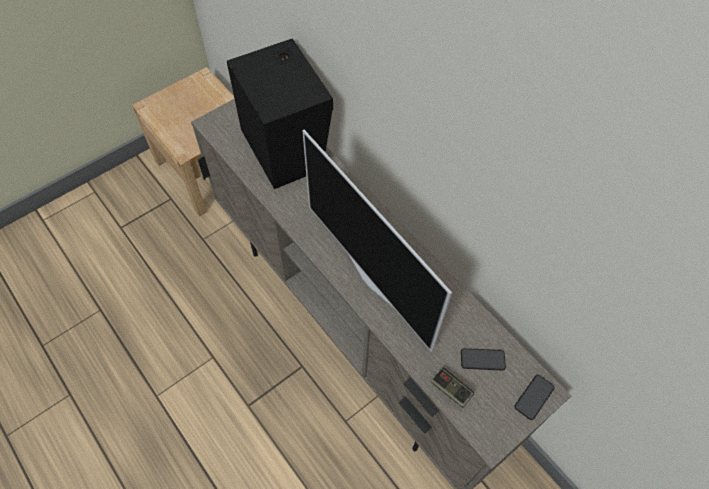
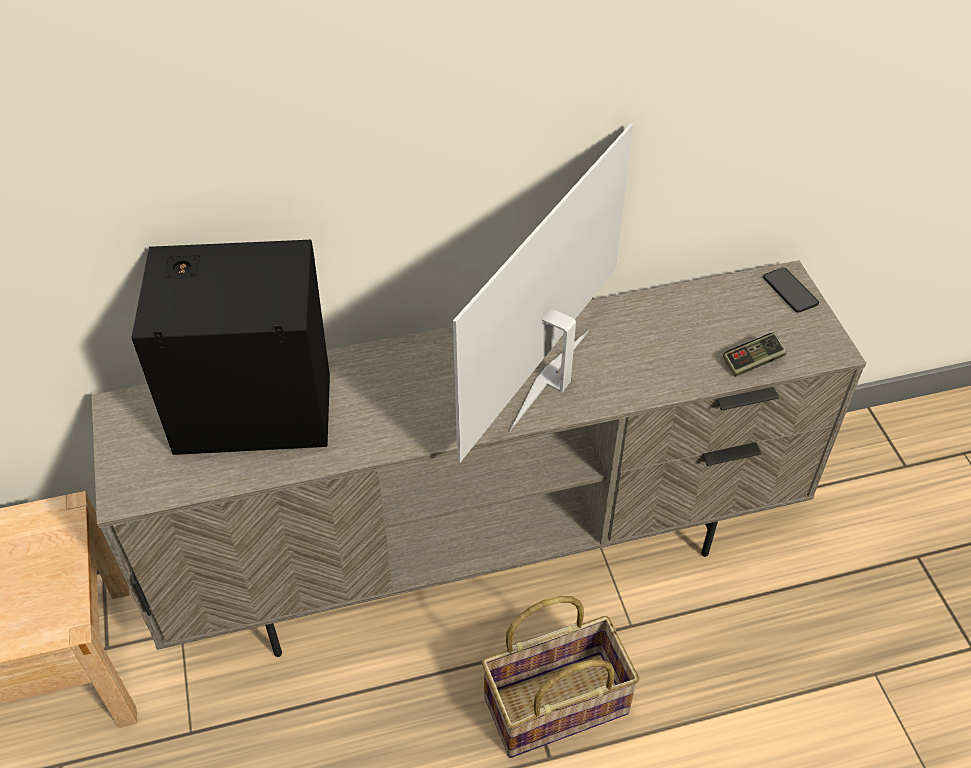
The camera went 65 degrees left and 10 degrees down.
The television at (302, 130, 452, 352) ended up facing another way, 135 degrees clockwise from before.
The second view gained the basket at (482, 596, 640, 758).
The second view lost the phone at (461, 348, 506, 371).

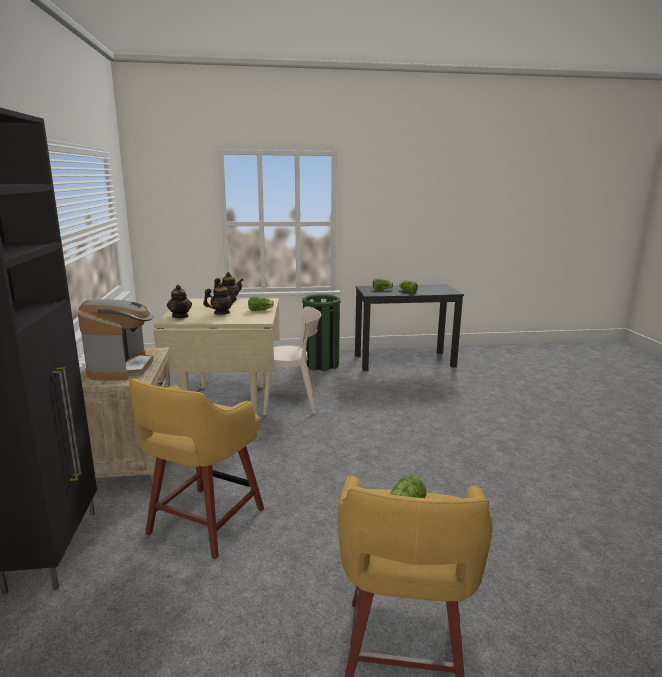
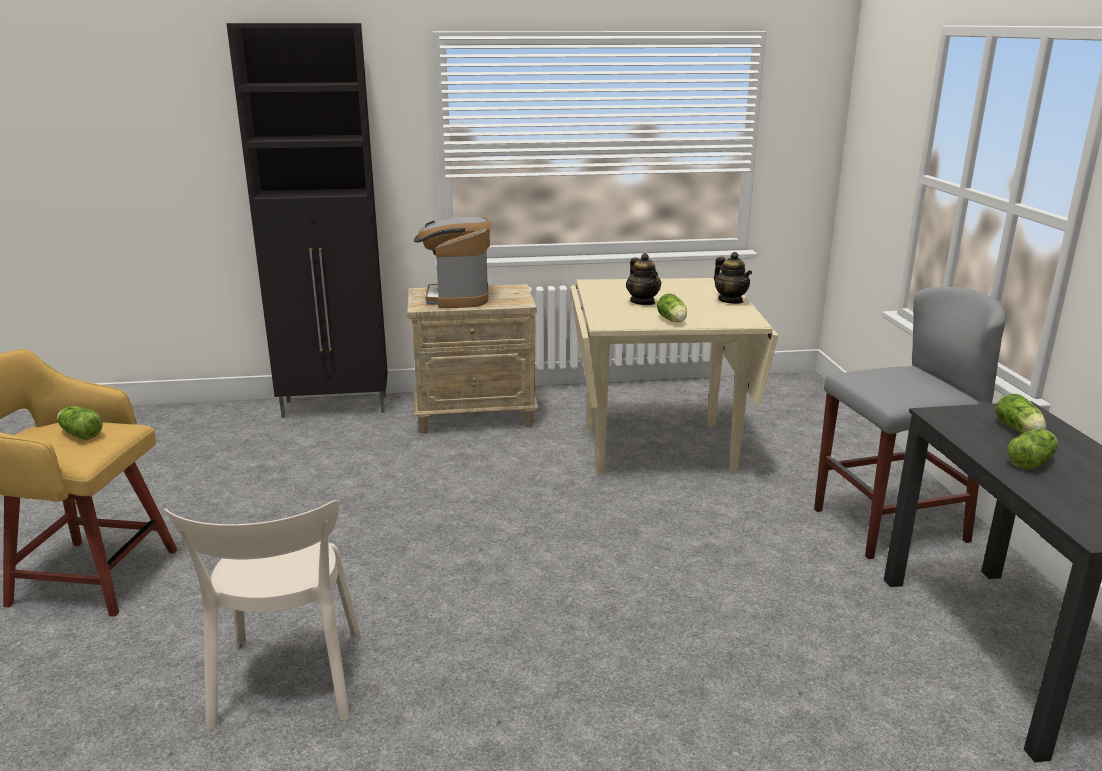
The camera went 90 degrees right and 5 degrees up.
The beige chair ended up elsewhere, having gone from (263, 306, 321, 415) to (164, 500, 362, 730).
The coffee machine at (78, 299, 154, 381) ended up facing another way, 90 degrees clockwise from before.
Where the green trash can stood at (302, 294, 341, 371), the grey stool came to stand at (814, 287, 1006, 559).
The second view lost the yellow stool at (129, 378, 264, 559).
The second view lost the teapot at (167, 285, 192, 318).

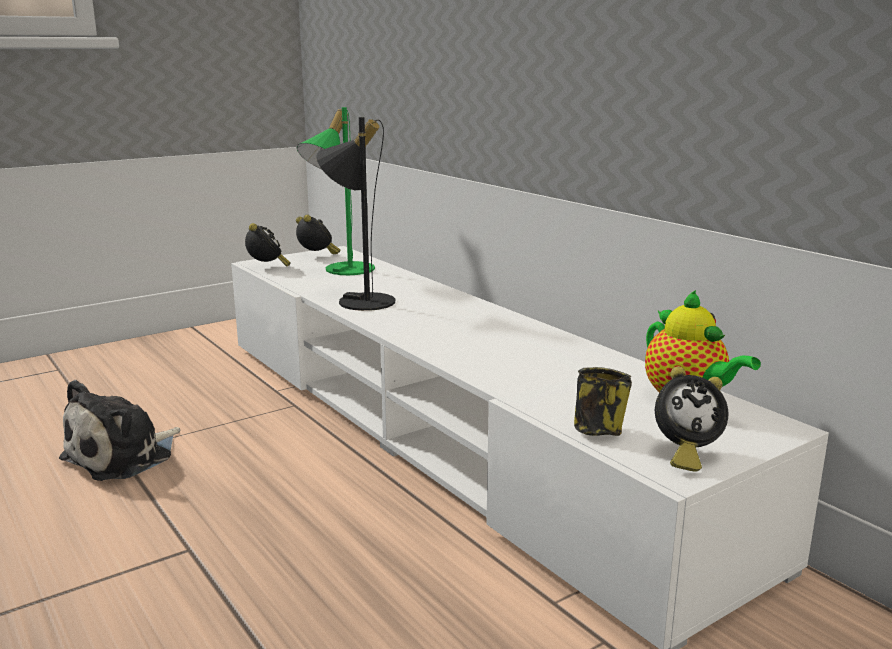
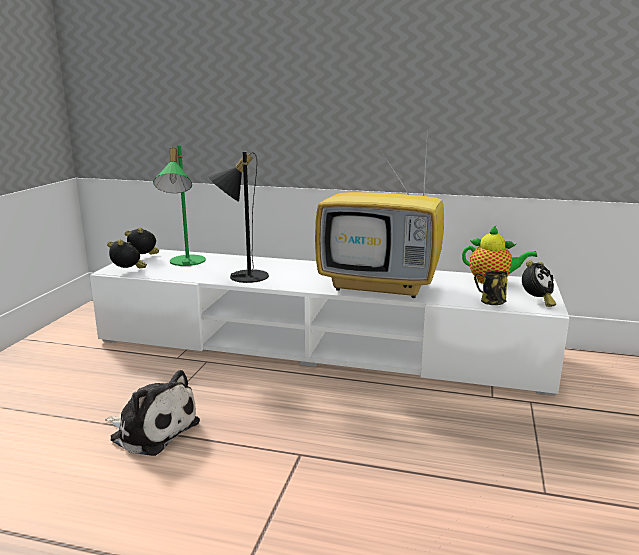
The camera went 40 degrees left and 0 degrees up.
The plush toy at (59, 380, 181, 481) ended up facing another way, 60 degrees counterclockwise from before.
The second view gained the television at (315, 128, 444, 298).

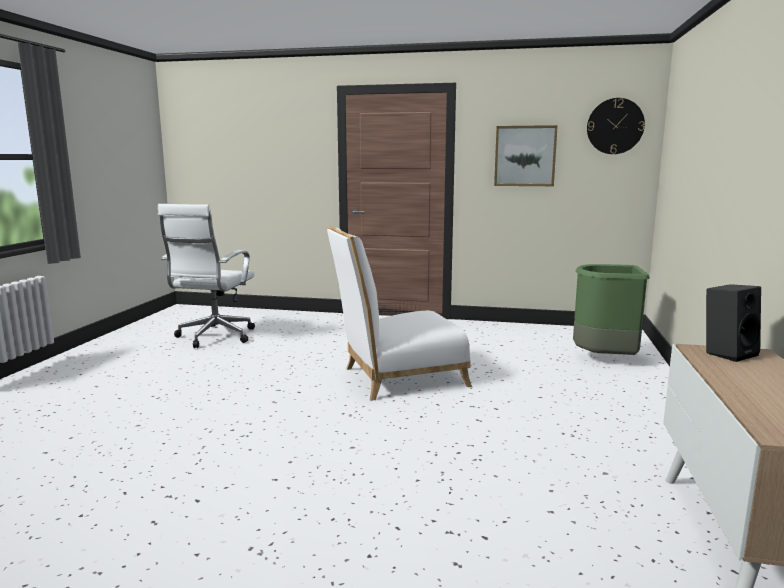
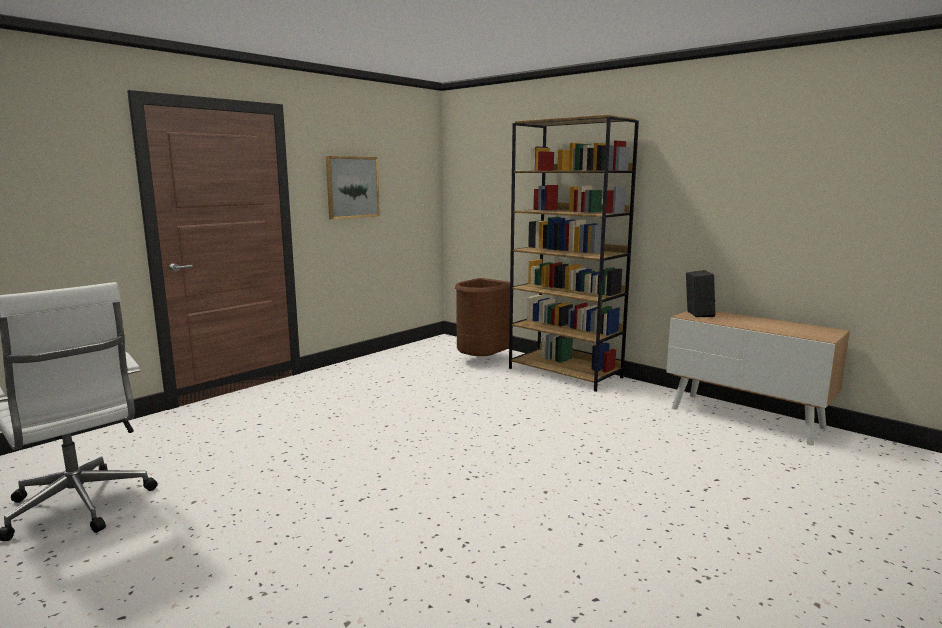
The camera went 60 degrees left and 0 degrees up.
What was the green trash can at (573, 264, 650, 355) turned into the brown trash can at (455, 278, 510, 356).
The second view gained the brown bookcase at (509, 115, 639, 392).
The second view lost the white chair at (327, 226, 472, 401).
The second view lost the wall clock at (587, 98, 645, 154).

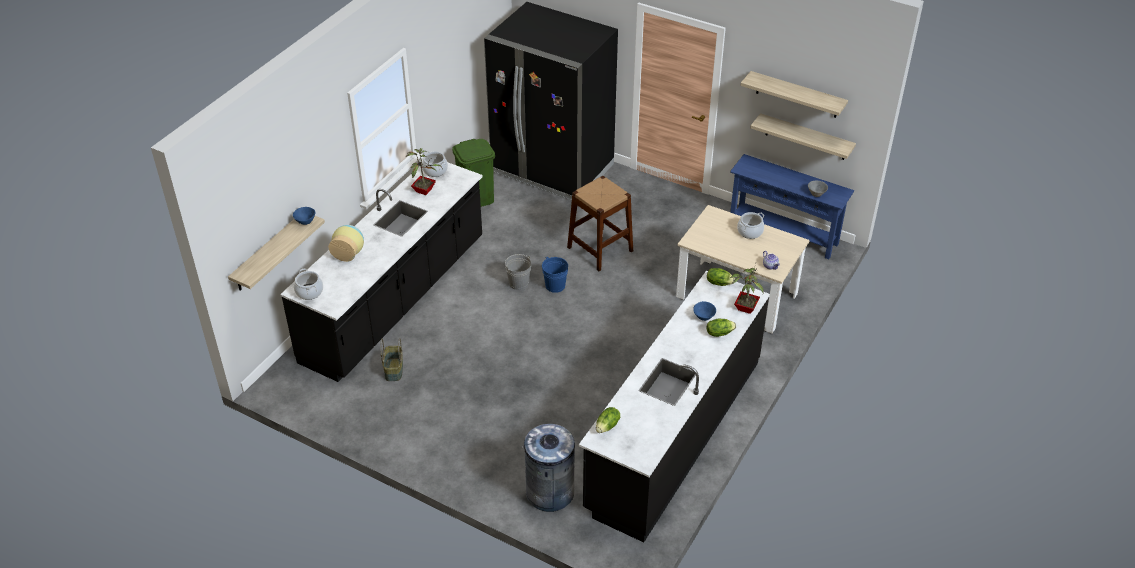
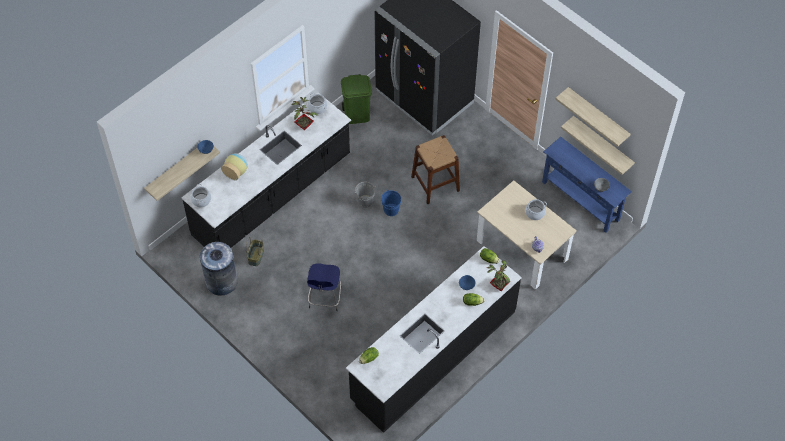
The camera went 15 degrees right and 15 degrees up.
The grey trash can ended up elsewhere, having gone from (522, 424, 575, 512) to (200, 242, 238, 295).
The second view gained the blue stool at (307, 263, 342, 311).

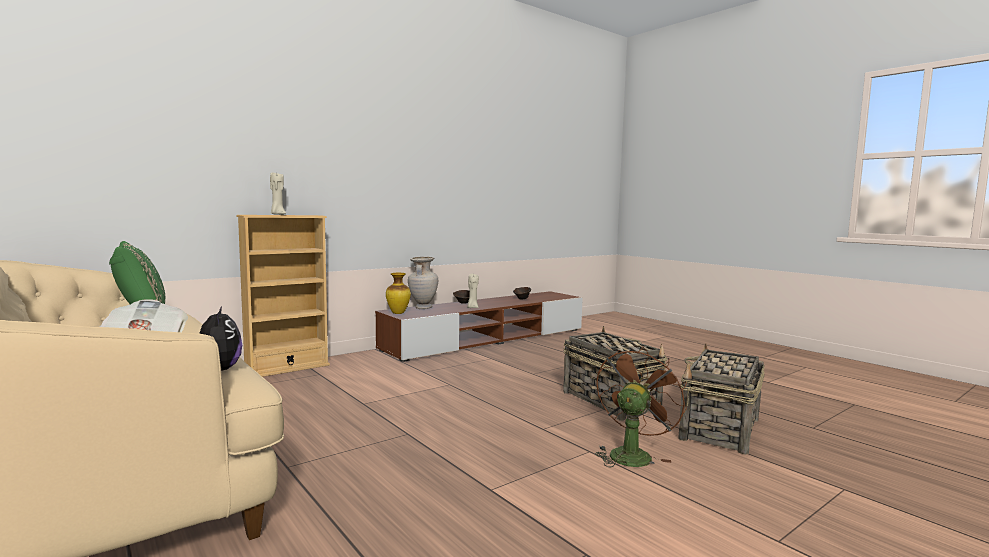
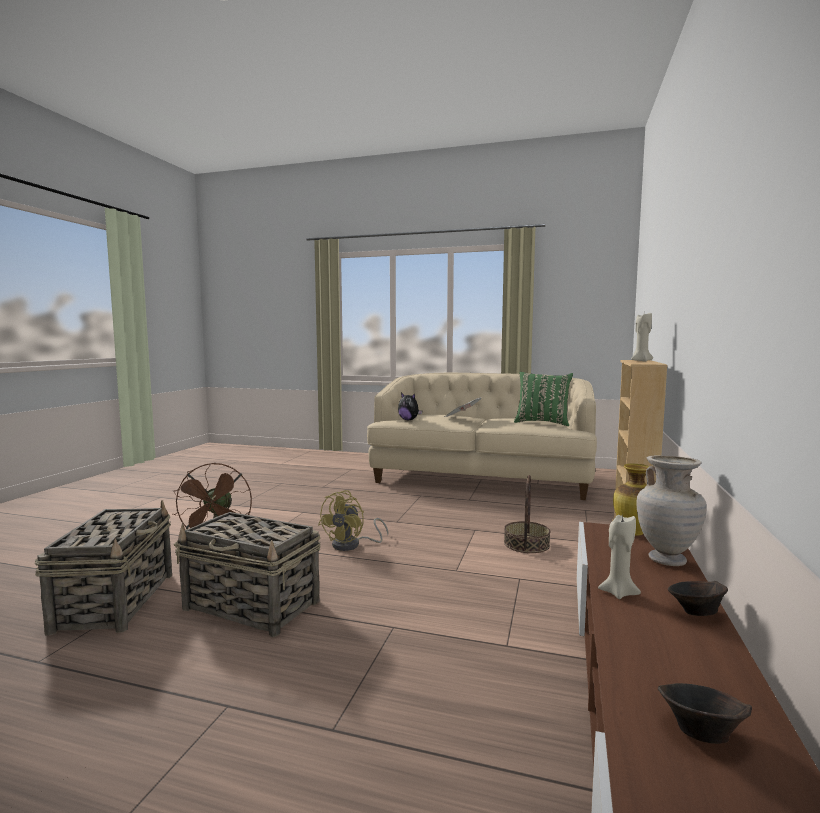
The camera went 145 degrees right and 0 degrees up.
The second view gained the yellow fan at (318, 490, 388, 551).
The second view gained the basket at (504, 475, 551, 553).

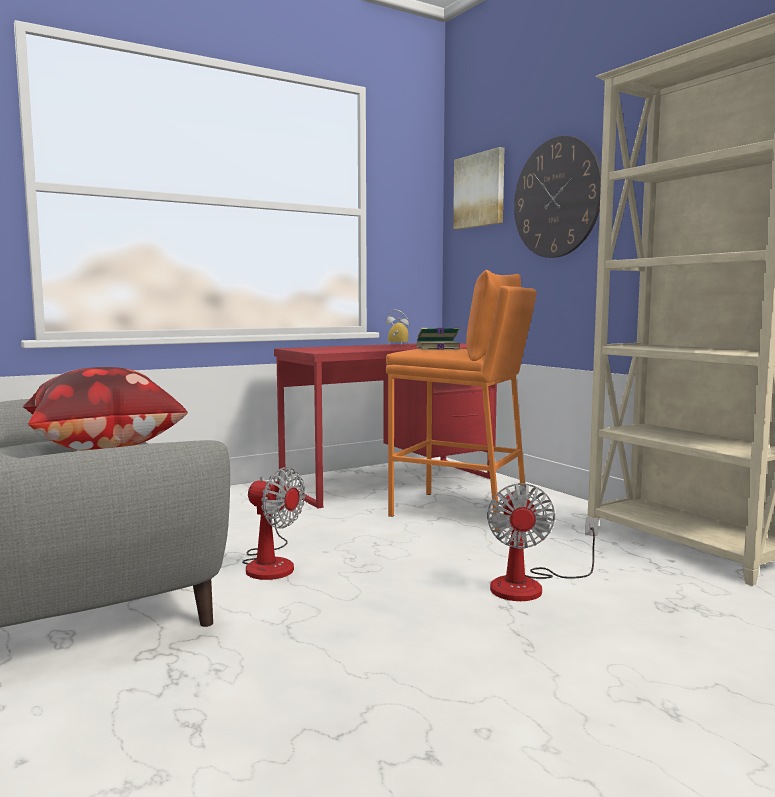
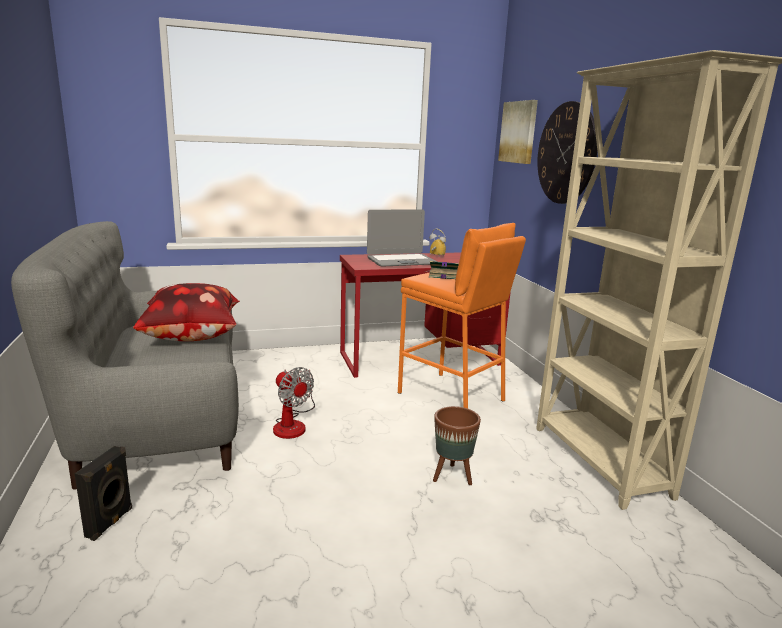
The camera went 15 degrees right and 10 degrees up.
The second view gained the black speaker at (75, 446, 132, 541).
The second view gained the laptop at (367, 210, 437, 266).
Where the fan stood at (487, 483, 599, 601), the brown planter came to stand at (433, 406, 481, 485).

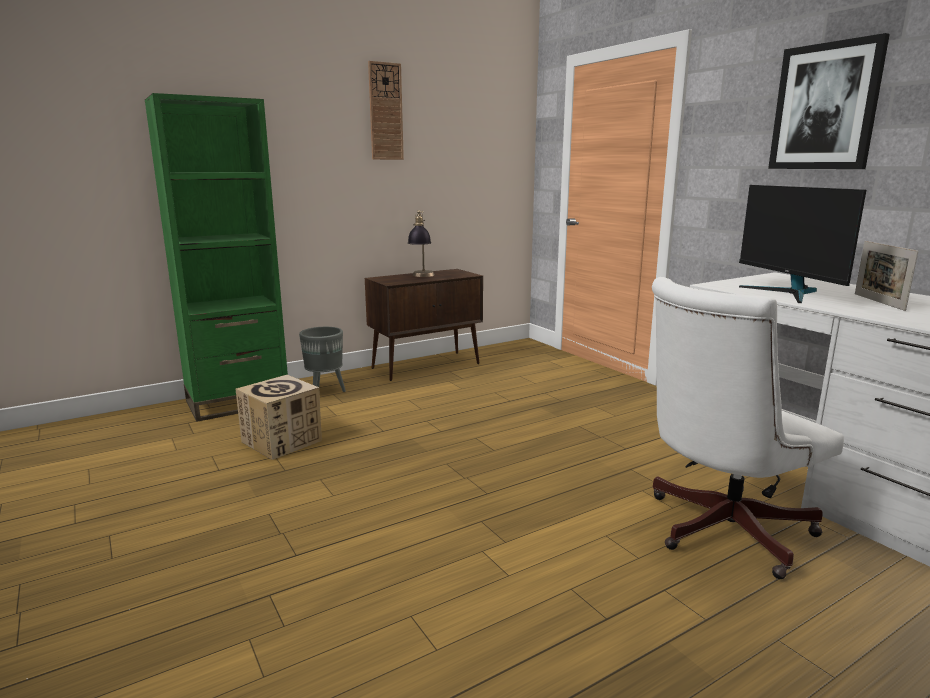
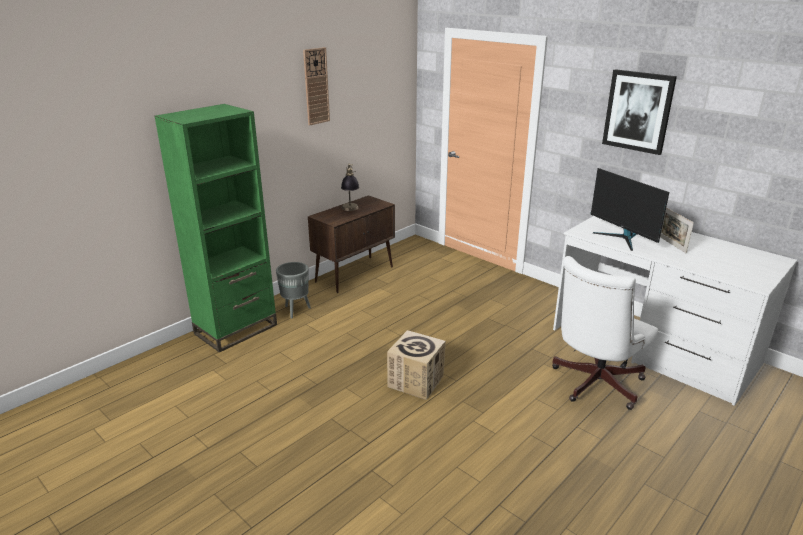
The camera went 15 degrees left and 10 degrees up.
The cardboard box ended up elsewhere, having gone from (236, 375, 322, 460) to (387, 330, 446, 400).

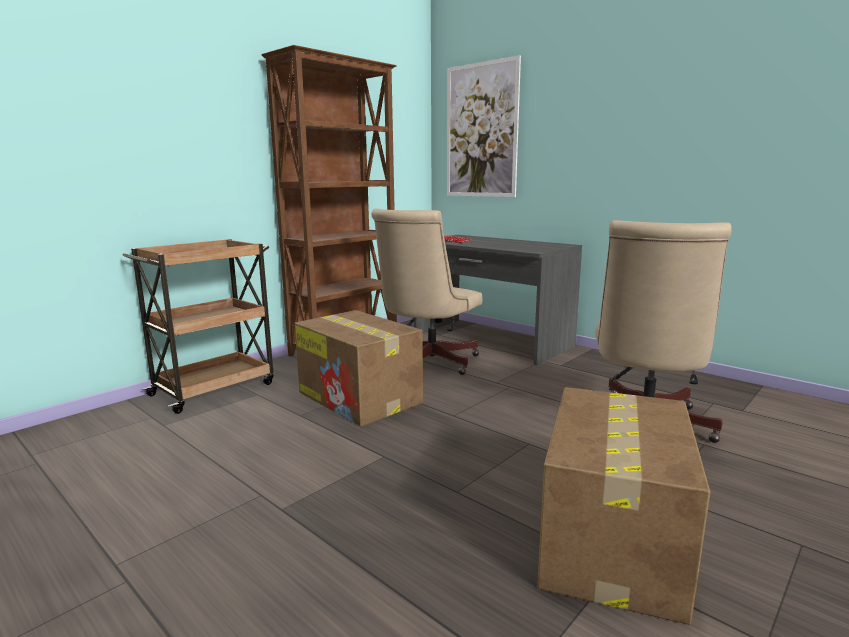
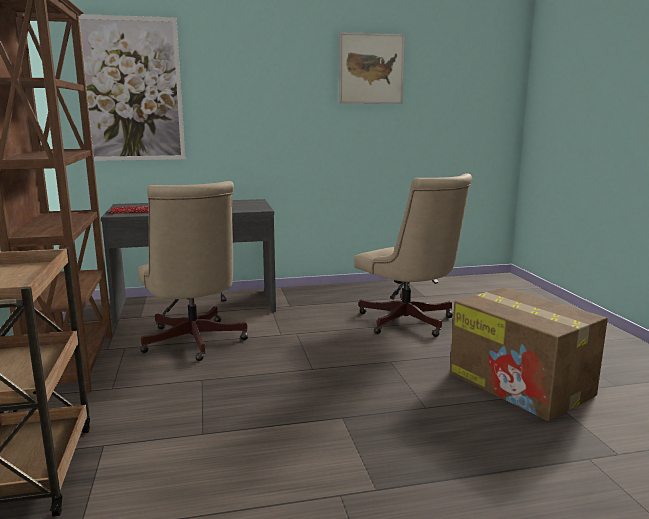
The camera went 55 degrees left and 0 degrees up.
The second view gained the picture at (339, 32, 405, 104).
The second view lost the cardboard box at (294, 310, 423, 426).

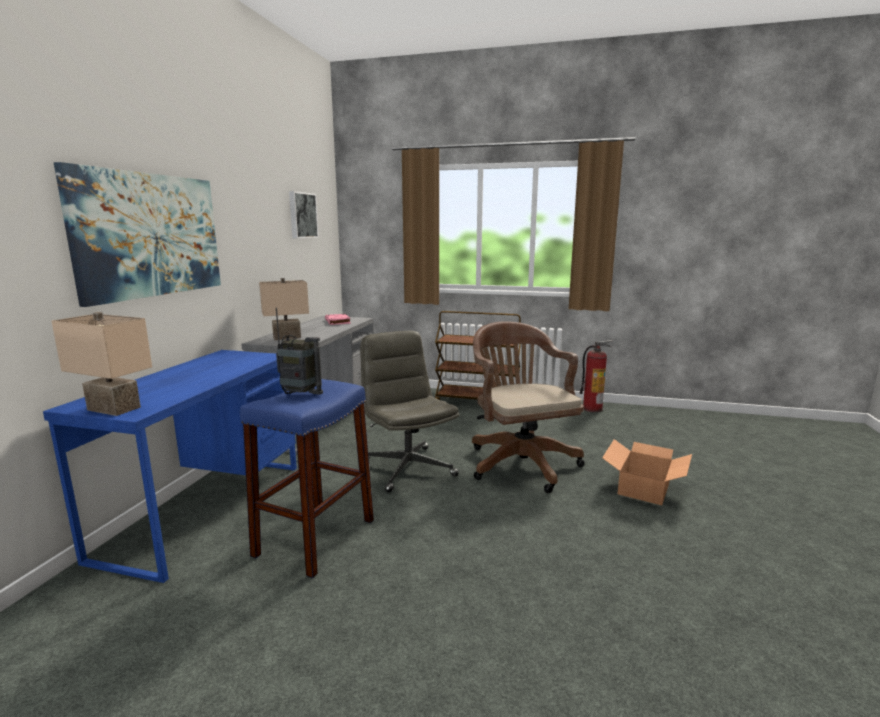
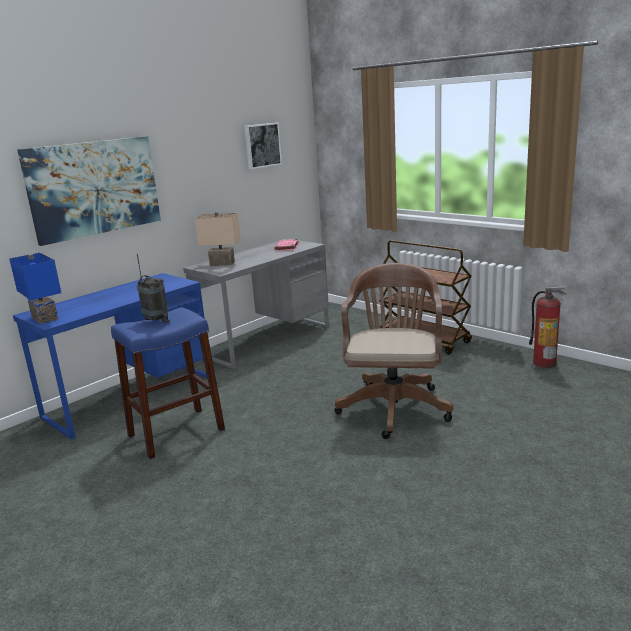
The camera went 30 degrees right and 5 degrees up.
What was the beige table lamp at (52, 312, 152, 416) turned into the blue table lamp at (9, 253, 61, 324).
The second view lost the grey office chair at (360, 330, 460, 493).
The second view lost the cardboard box at (602, 439, 692, 505).

